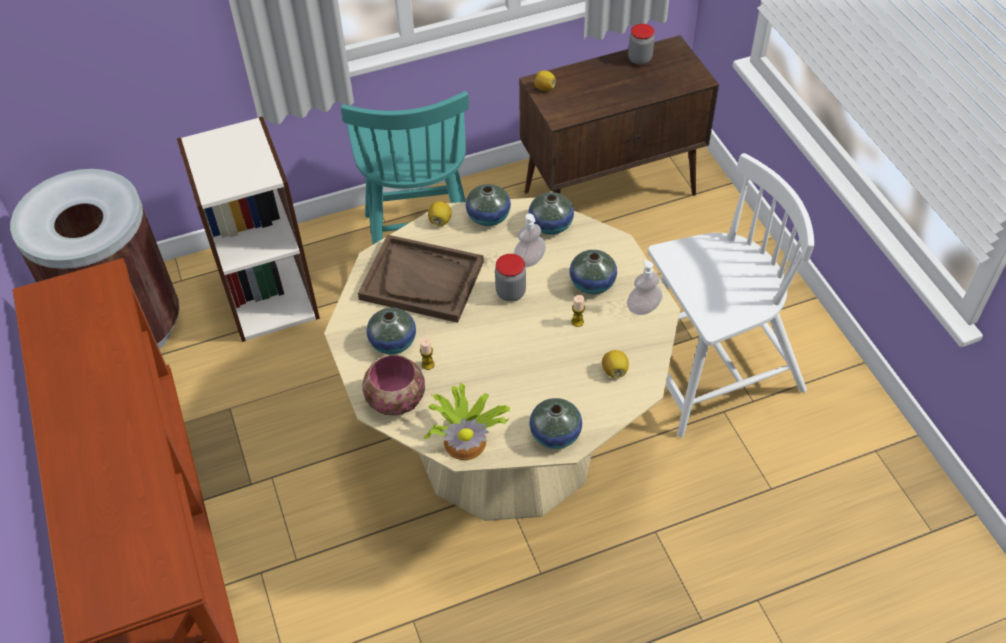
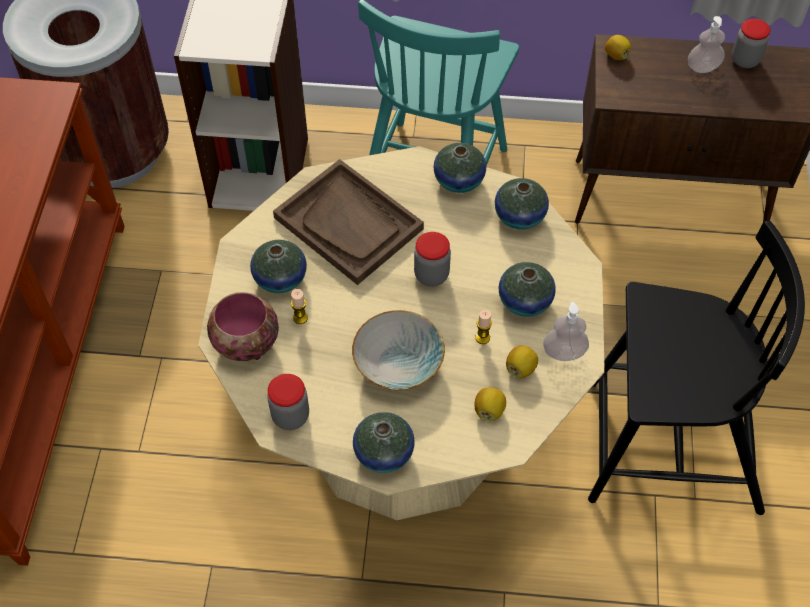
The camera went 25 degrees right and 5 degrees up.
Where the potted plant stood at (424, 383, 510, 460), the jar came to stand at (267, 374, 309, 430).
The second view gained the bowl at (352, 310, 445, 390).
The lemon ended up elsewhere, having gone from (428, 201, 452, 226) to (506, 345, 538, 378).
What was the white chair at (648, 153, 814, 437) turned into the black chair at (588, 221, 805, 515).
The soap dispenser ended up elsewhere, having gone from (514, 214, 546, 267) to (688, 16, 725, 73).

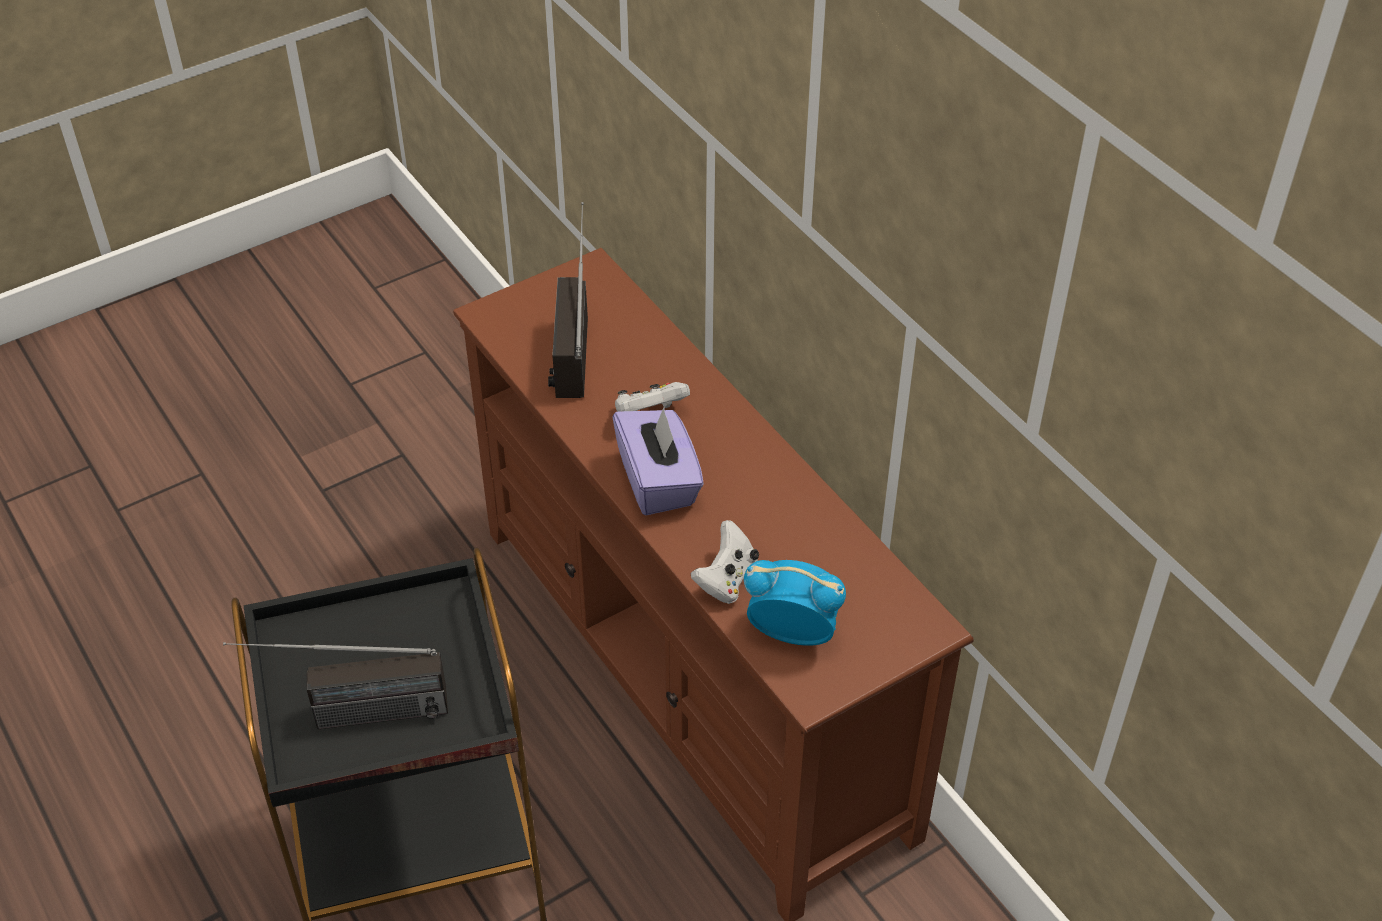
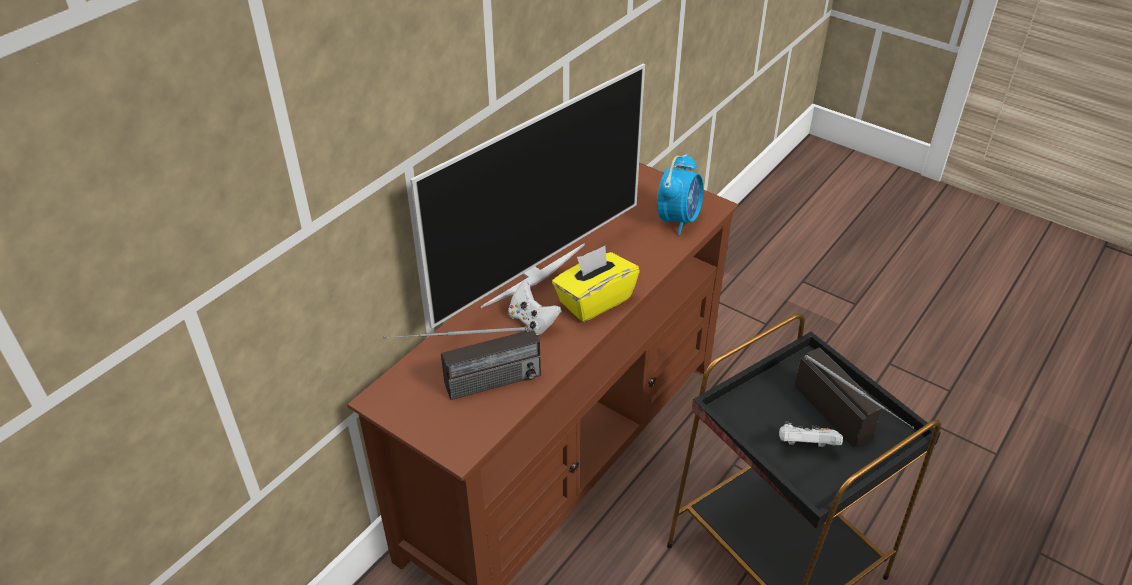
The camera went 110 degrees left and 5 degrees down.
The second view gained the television at (410, 63, 645, 329).
What was the purple tissue box at (612, 407, 704, 515) turned into the yellow tissue box at (552, 246, 640, 322).
The alarm clock at (744, 560, 846, 646) ended up facing another way, 150 degrees counterclockwise from before.
The white game controller ended up elsewhere, having gone from (691, 520, 759, 604) to (779, 421, 843, 447).

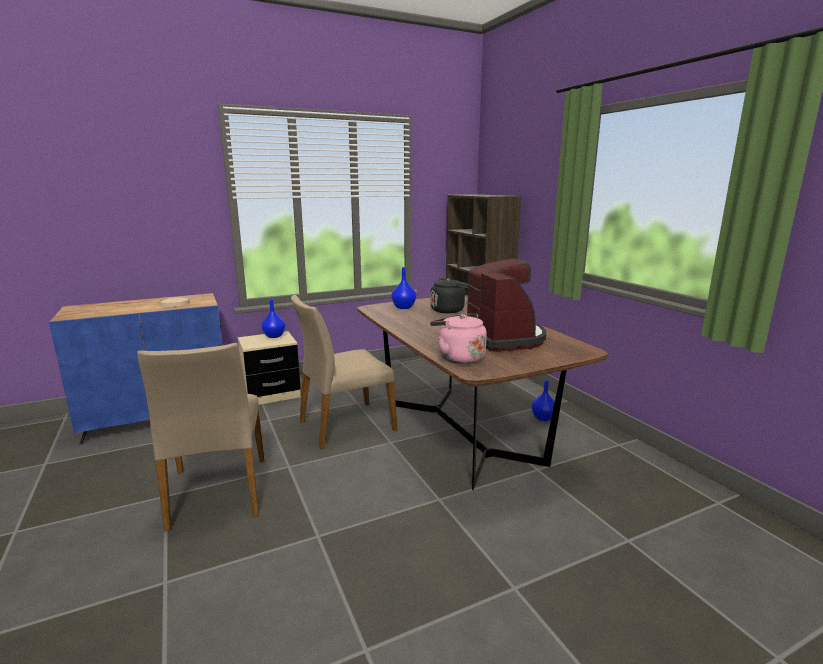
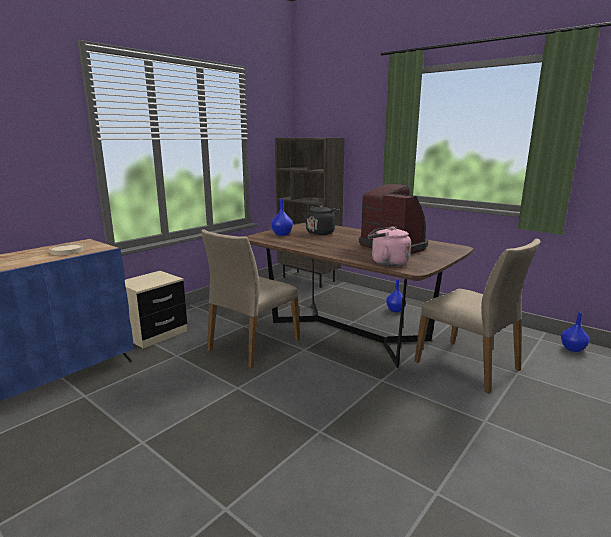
The camera went 25 degrees left and 0 degrees up.
The beige chair ended up elsewhere, having gone from (137, 343, 265, 531) to (414, 239, 540, 393).
The blue vase ended up elsewhere, having gone from (261, 300, 285, 338) to (561, 312, 589, 352).

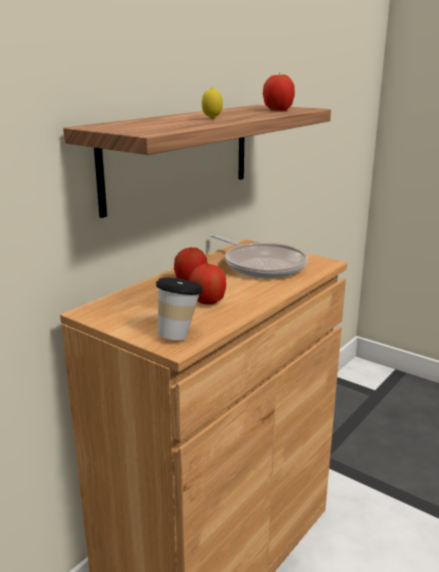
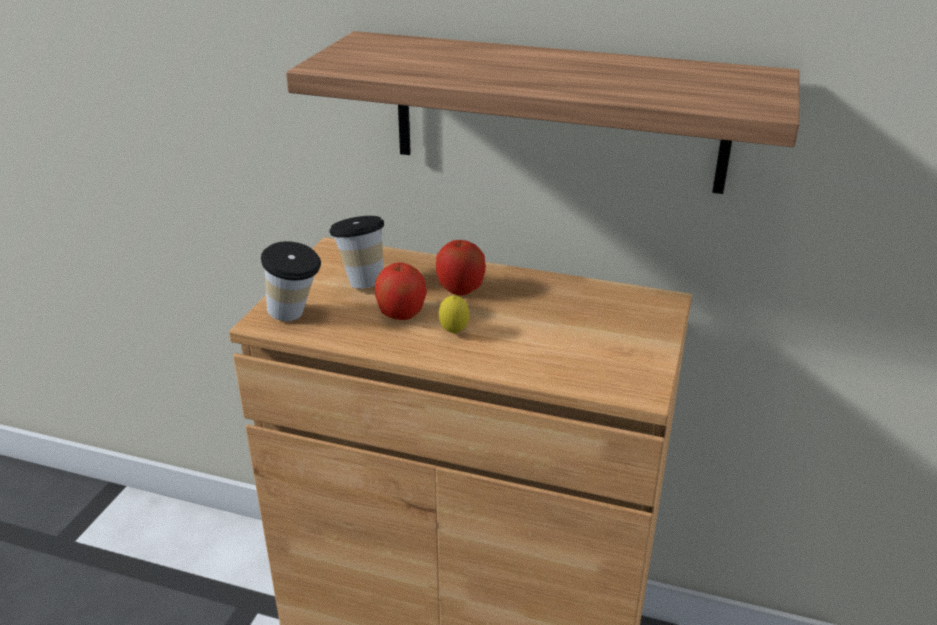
The camera went 70 degrees right and 10 degrees up.
The second view gained the cup at (329, 216, 384, 289).
The lemon ended up elsewhere, having gone from (202, 87, 223, 120) to (439, 295, 469, 334).
The second view lost the frying pan at (210, 234, 308, 278).
The second view lost the apple at (263, 73, 295, 111).

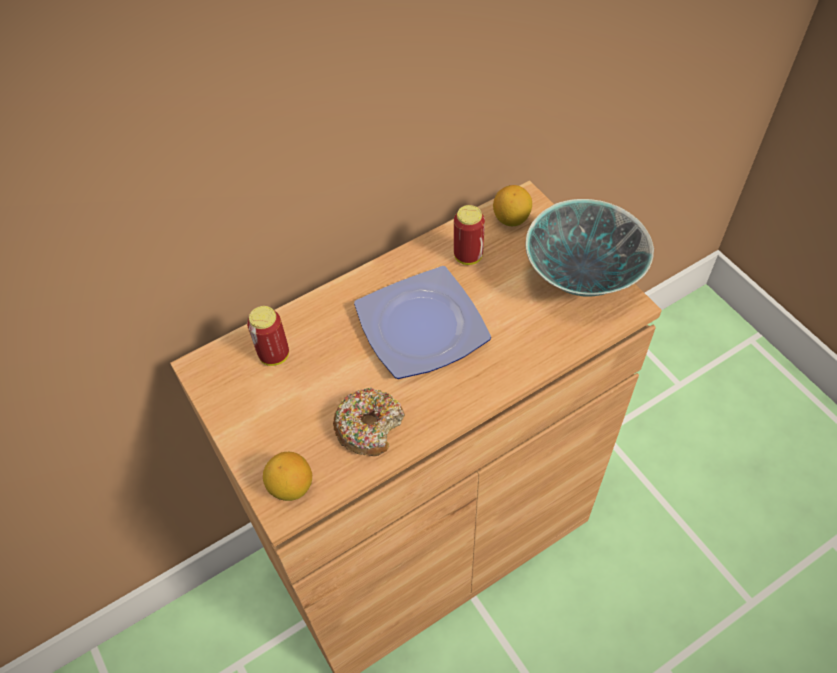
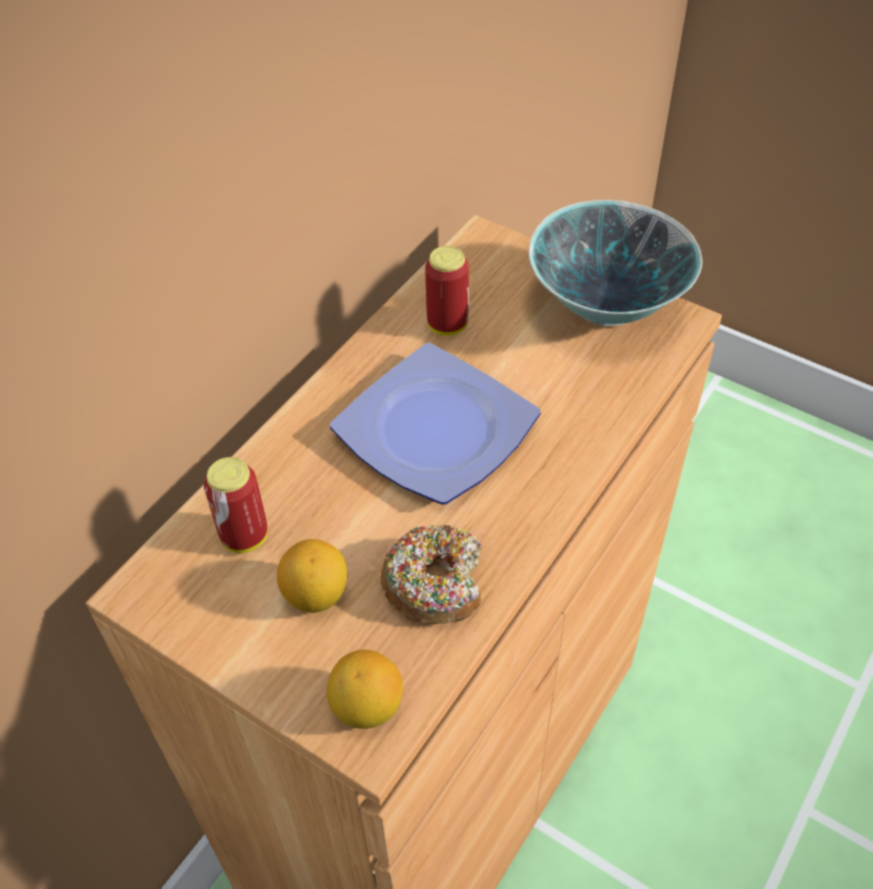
The camera went 25 degrees left and 5 degrees down.
The lemon ended up elsewhere, having gone from (493, 185, 532, 226) to (277, 539, 347, 613).

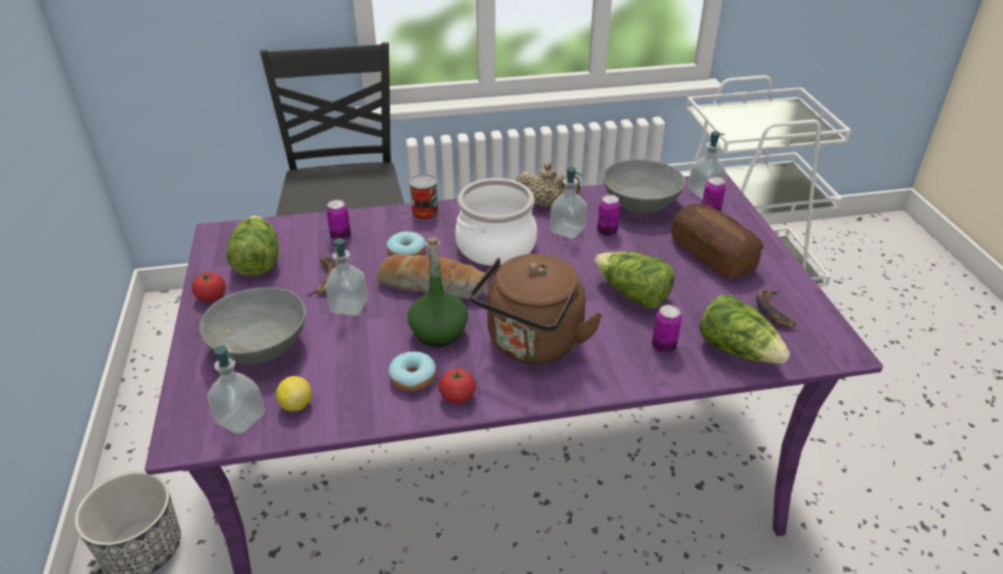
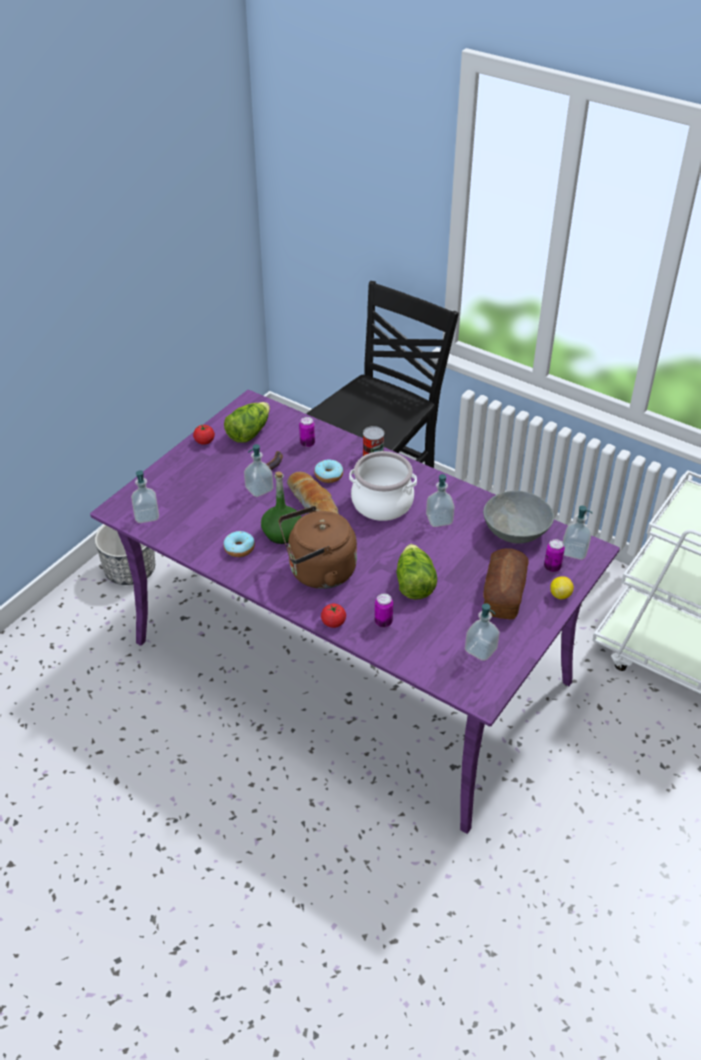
The camera went 45 degrees right and 5 degrees up.
The tomato ended up elsewhere, having gone from (439, 368, 476, 404) to (321, 603, 346, 628).
Where the banana stood at (756, 289, 796, 327), the soap dispenser came to stand at (465, 603, 500, 661).
The lemon ended up elsewhere, having gone from (276, 376, 312, 411) to (551, 576, 574, 599).
The second view lost the grey bowl at (199, 287, 306, 365).
The second view lost the beige teapot at (516, 163, 580, 207).
The second view lost the can at (597, 195, 620, 236).
The second view lost the lettuce at (700, 294, 790, 363).

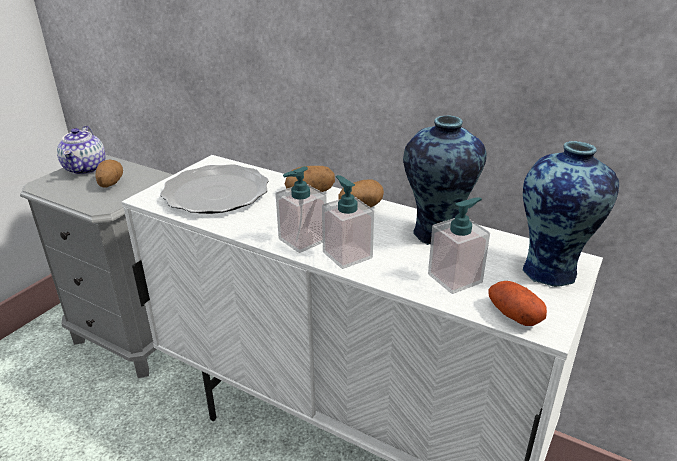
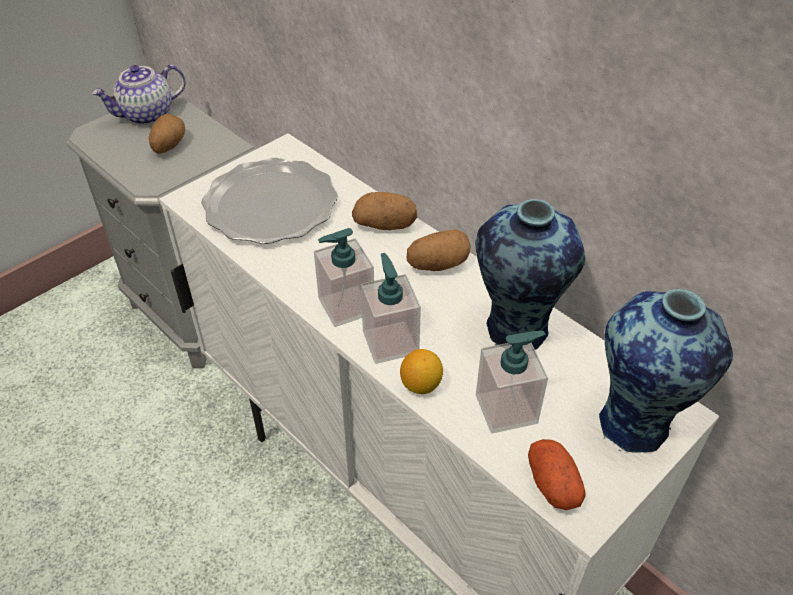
The camera went 15 degrees right and 15 degrees up.
The teapot at (57, 126, 106, 175) ended up facing another way, 45 degrees clockwise from before.
The second view gained the lemon at (400, 349, 443, 394).

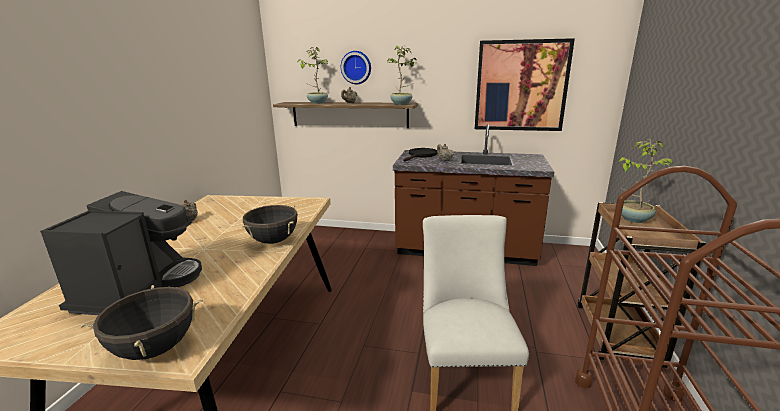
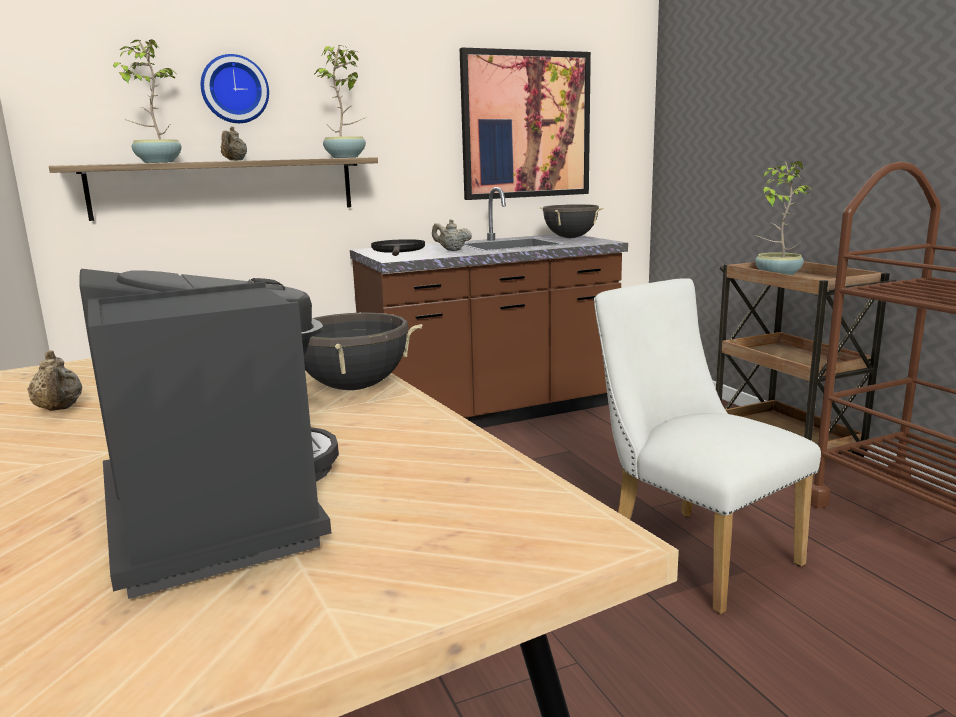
The camera went 35 degrees left and 5 degrees down.
The black cooking pot ended up elsewhere, having gone from (81, 285, 204, 360) to (540, 204, 603, 238).

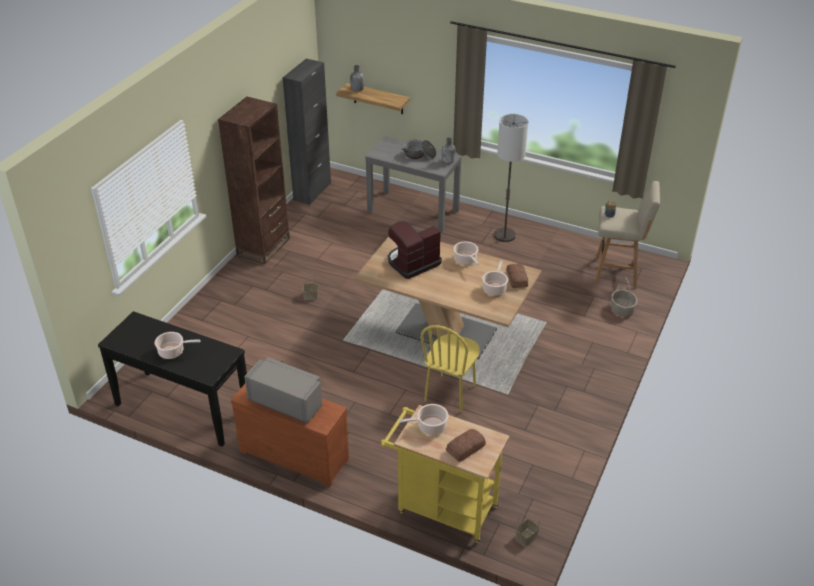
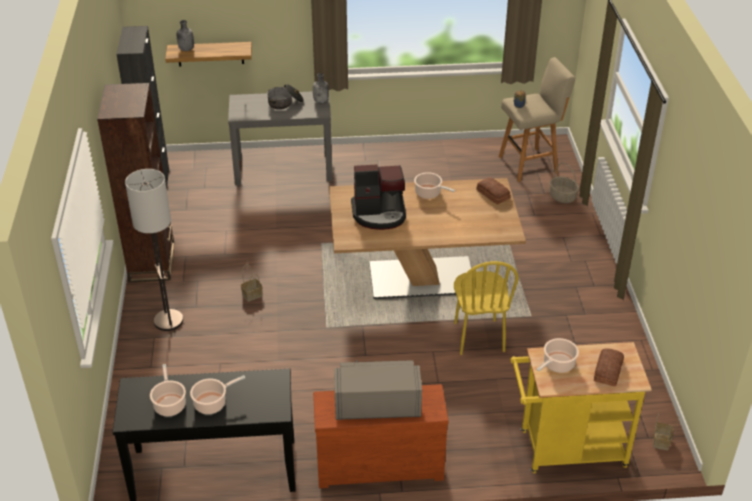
The camera went 30 degrees left and 0 degrees up.
The floor lamp ended up elsewhere, having gone from (494, 114, 528, 242) to (125, 169, 183, 331).
The cooking pot ended up elsewhere, having gone from (482, 261, 508, 296) to (150, 364, 186, 416).
The coffee machine at (388, 221, 442, 279) ended up facing another way, 120 degrees counterclockwise from before.

